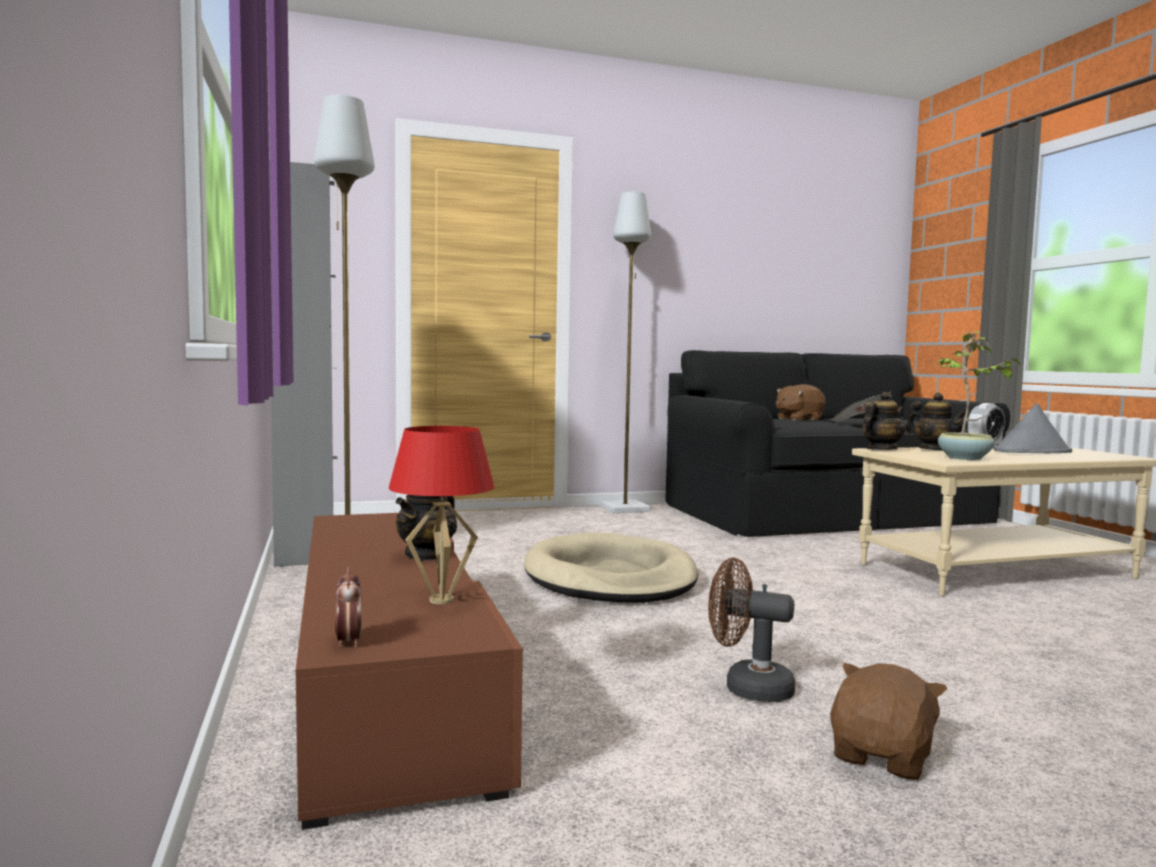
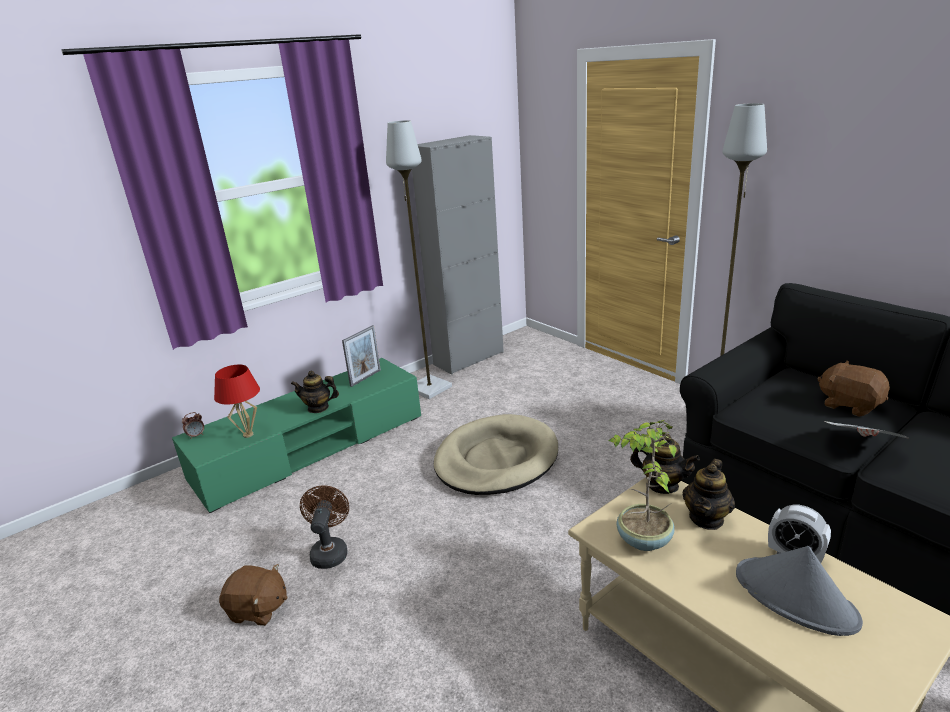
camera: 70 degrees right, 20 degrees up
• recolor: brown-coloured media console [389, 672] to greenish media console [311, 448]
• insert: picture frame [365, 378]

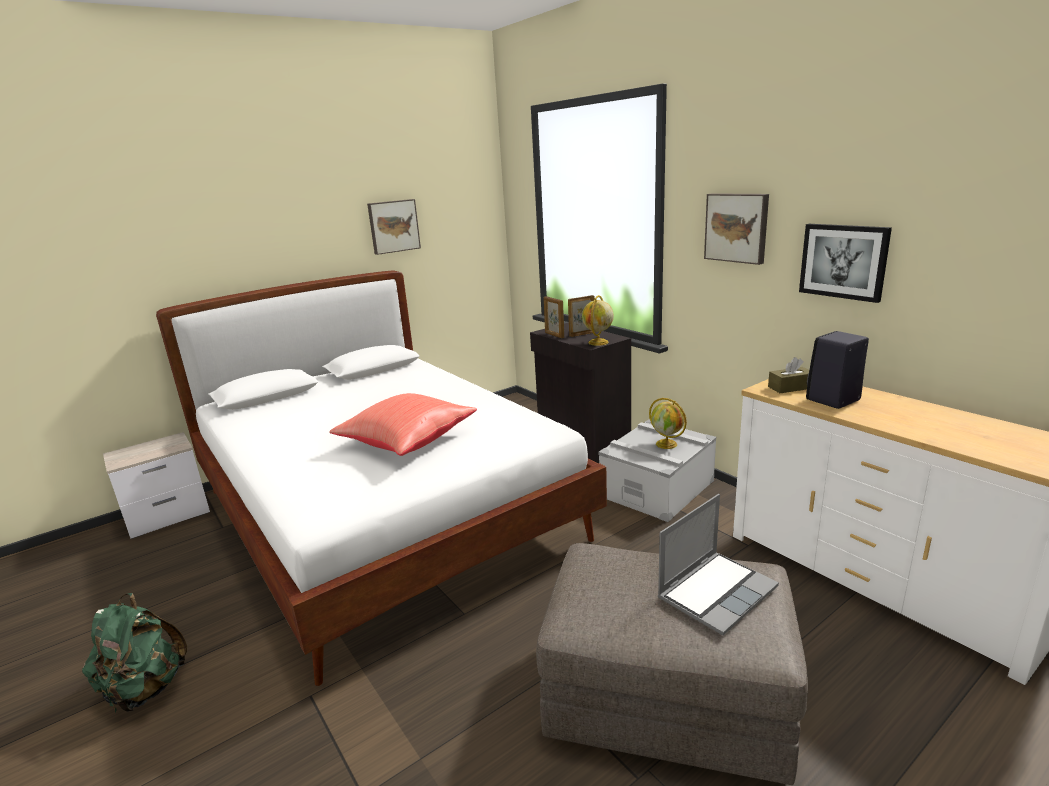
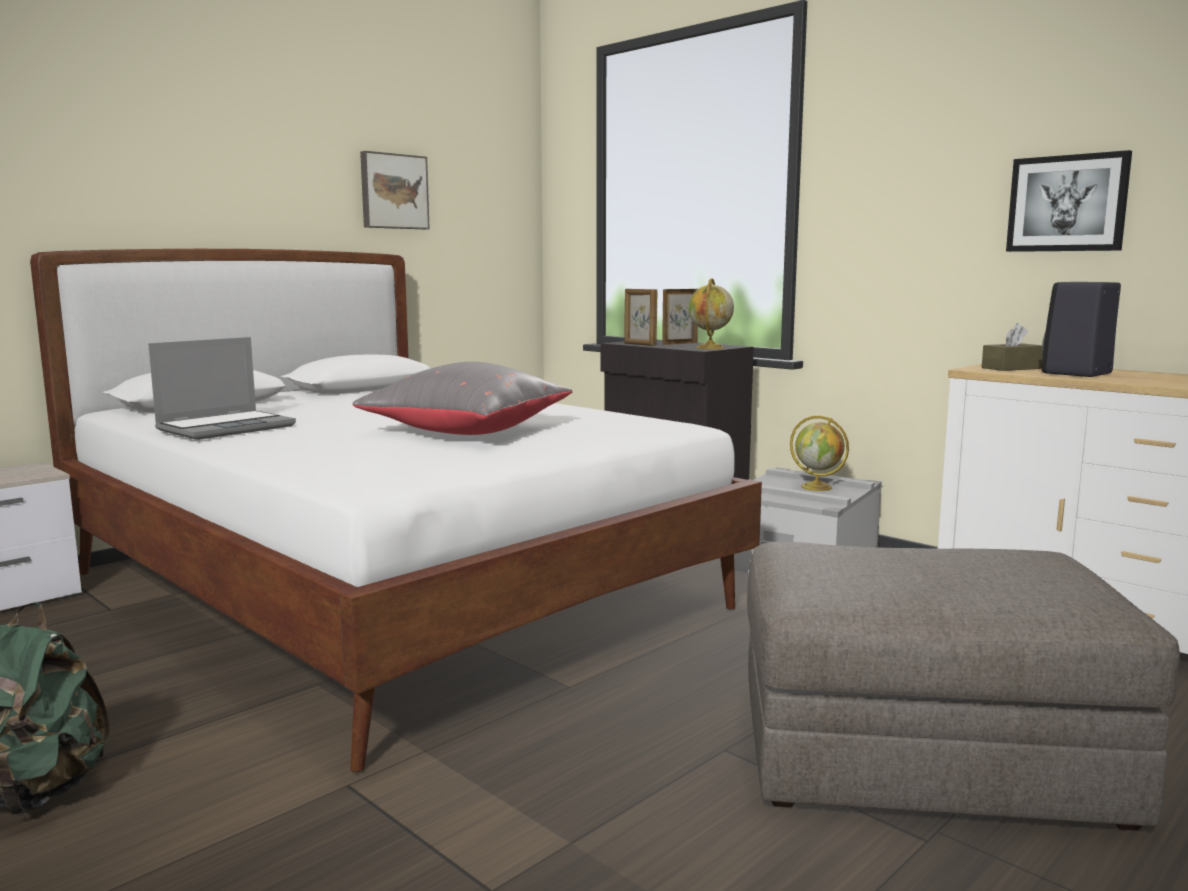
camera: 10 degrees left, 10 degrees down
• move: laptop [716, 592] to [227, 427]
• recolor: red throw pillow [406, 441] to gray throw pillow [466, 432]
• delete: wall picture [737, 227]

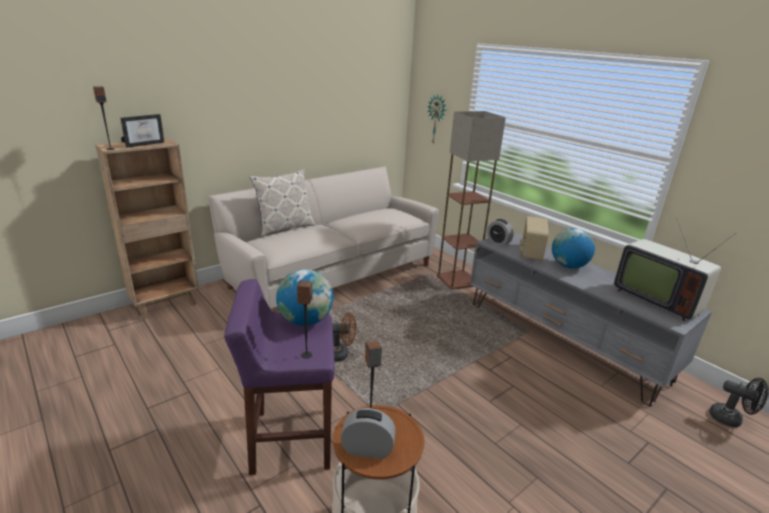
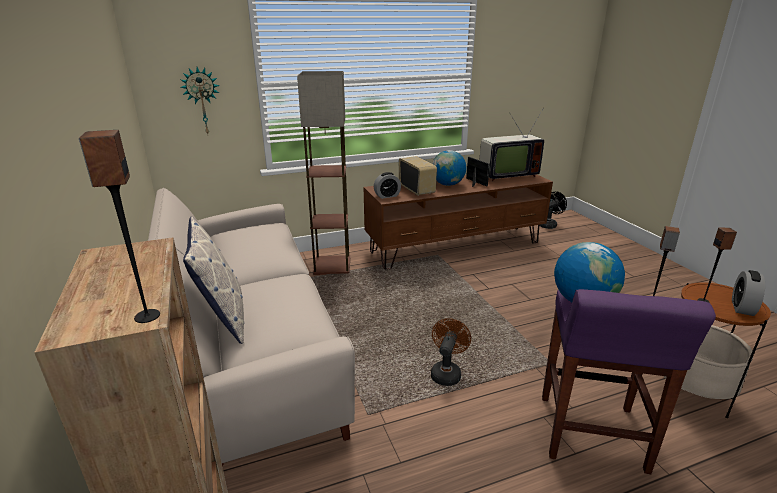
camera: 70 degrees left, 0 degrees up
• recolor: gray media console [563, 340] to brown-coloured media console [456, 246]
• rotate: radio set [530, 253] = [417, 190] 150 degrees counterclockwise
• move: picture frame [144, 144] to [473, 182]

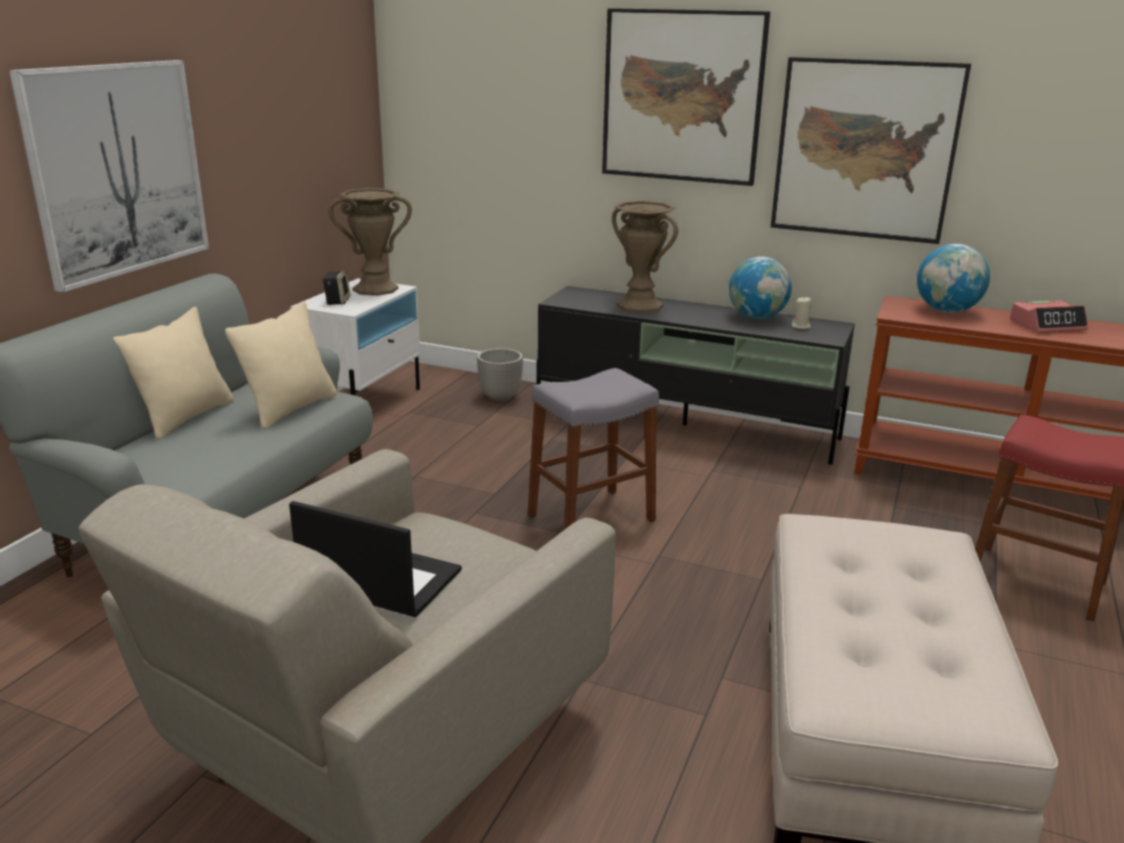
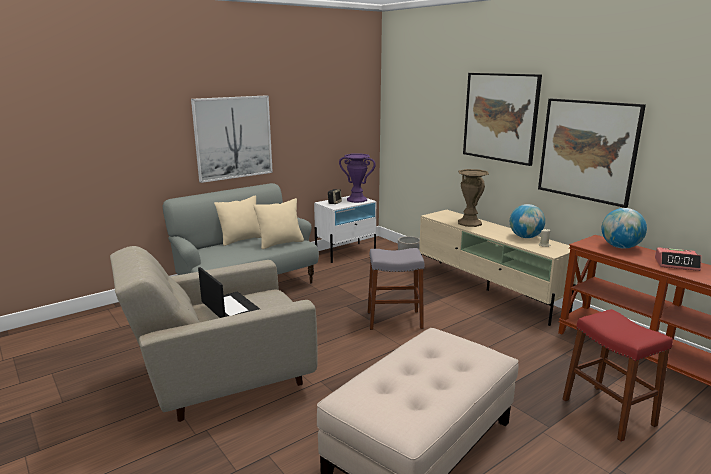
camera: 30 degrees right, 5 degrees down
• recolor: brown-coloured decorative vase [375, 289] to purplish decorative vase [356, 200]
• recolor: blackish media console [686, 425] to beige media console [488, 290]

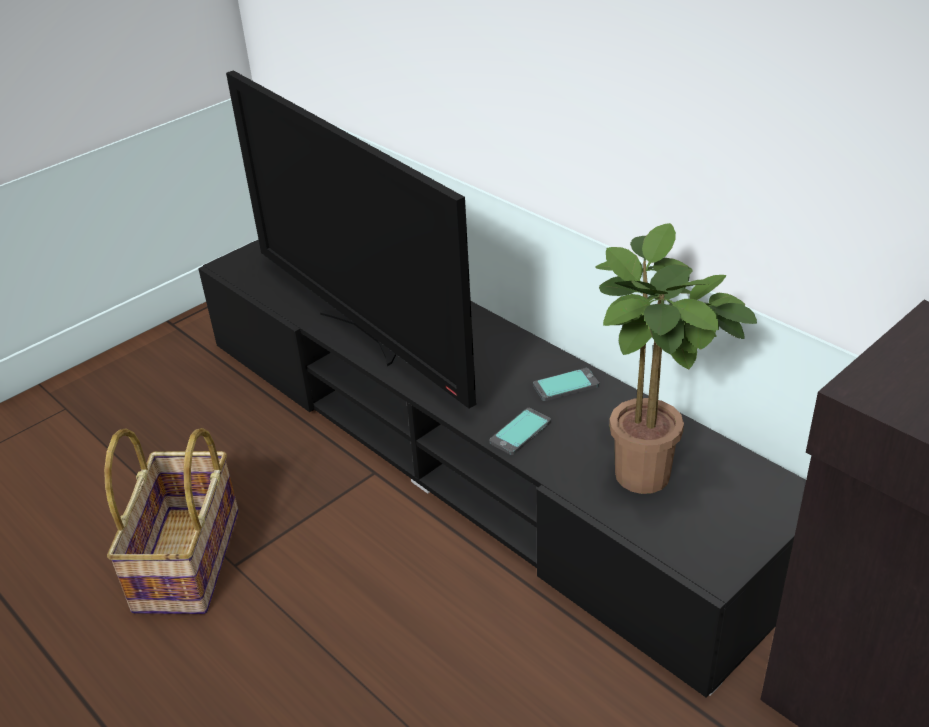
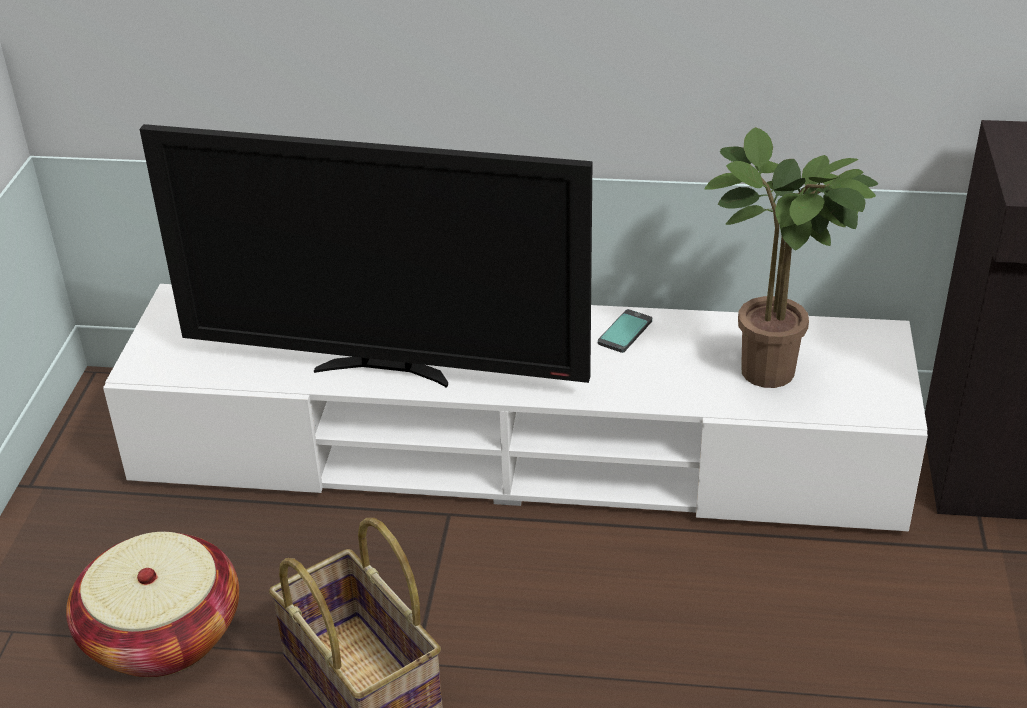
camera: 40 degrees left, 0 degrees up
• insert: basket [163, 634]
• recolor: blackish media console [471, 453] to white media console [518, 453]
• delete: handset [520, 432]

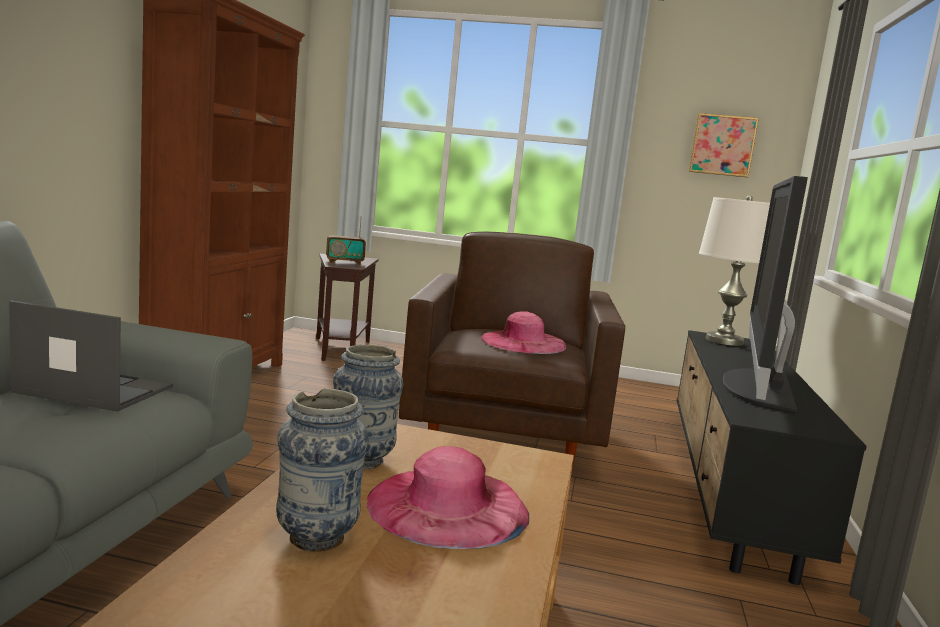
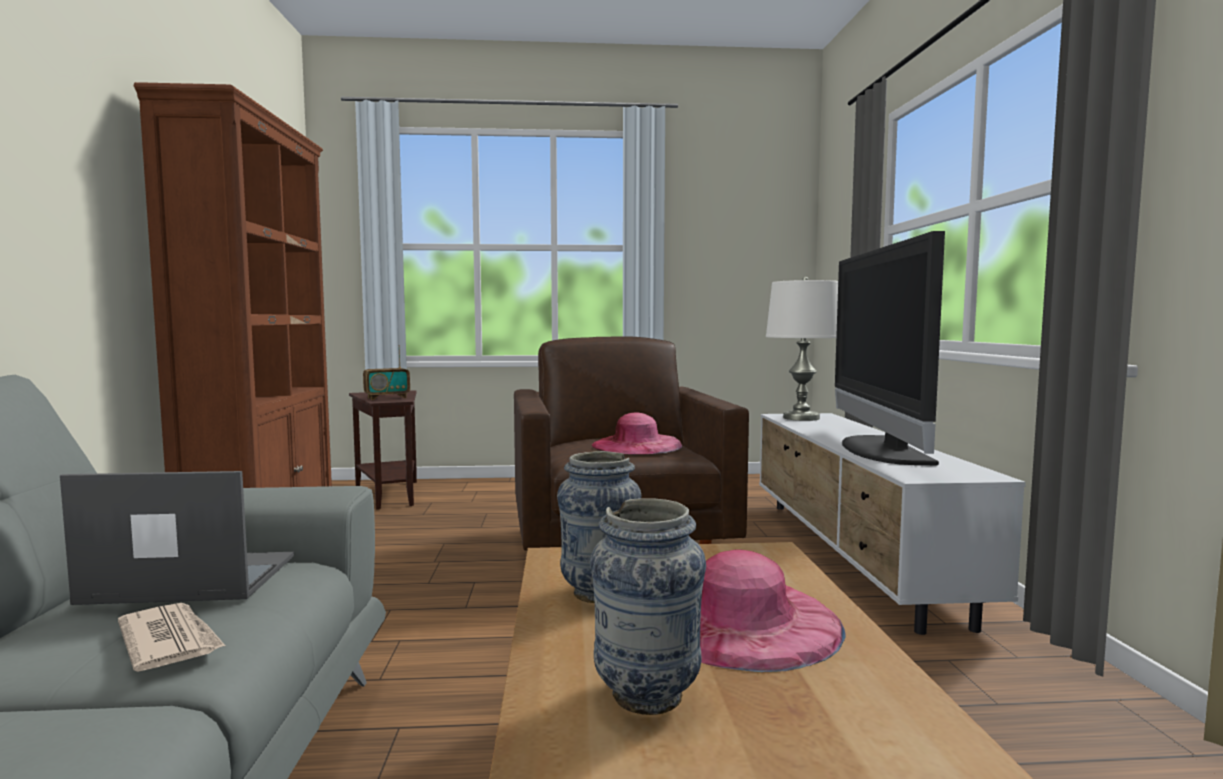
camera: 15 degrees left, 5 degrees down
• insert: daily paper [170, 640]
• recolor: blackish media console [730, 487] to white media console [853, 555]
• delete: wall picture [722, 145]

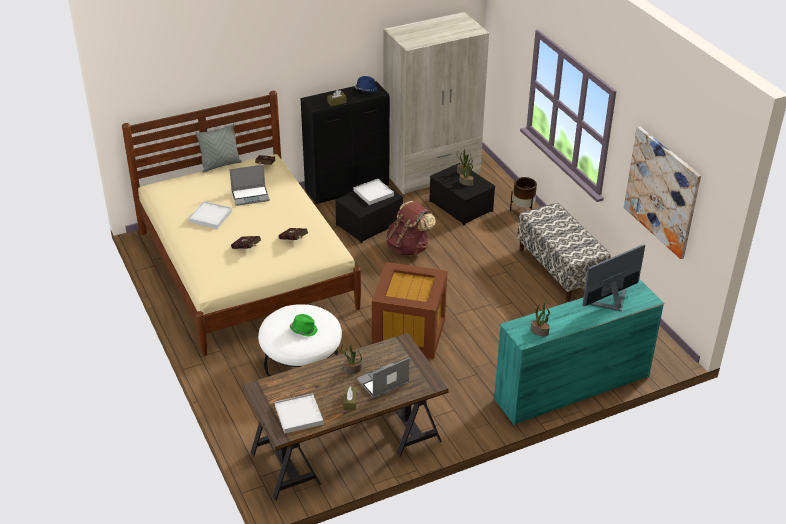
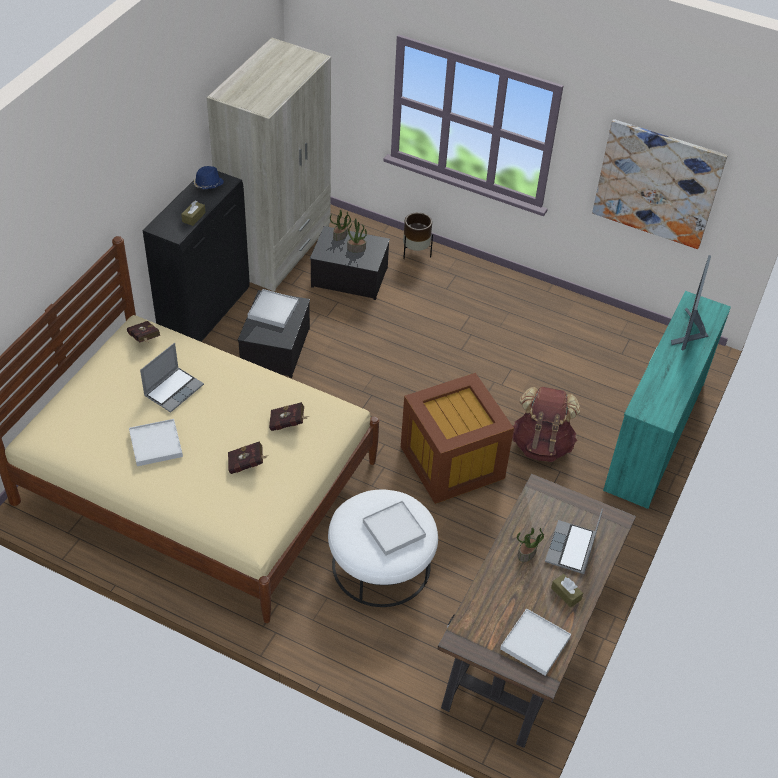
camera: 40 degrees left, 10 degrees up
• replace: greenish hat [303, 330] to white carrying tray [393, 529]
• move: brown-coloured rucksack [409, 248] to [541, 444]
• delete: gray throw pillow [220, 165]
• delete: long seat [560, 269]
• delete: houseplant [540, 331]

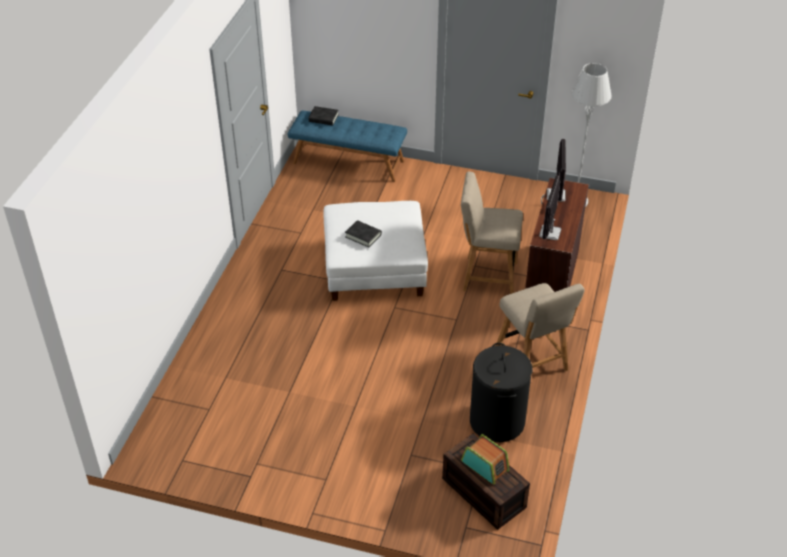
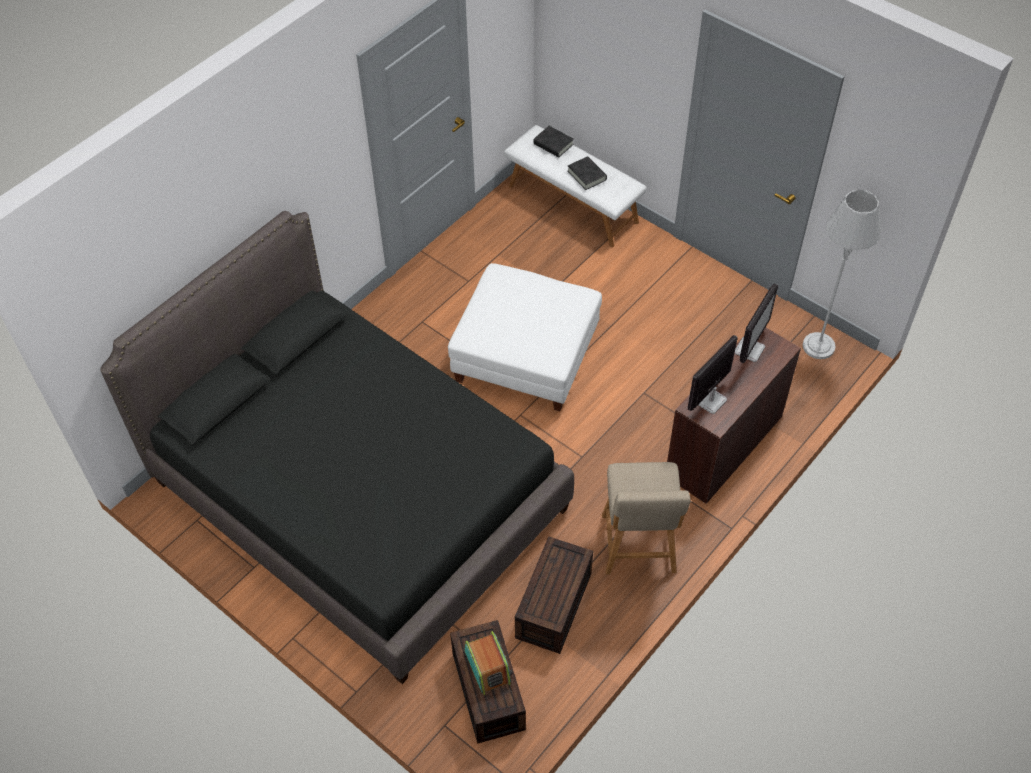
camera: 25 degrees right, 10 degrees up
• insert: blackish bed [359, 494]
• recolor: blue-coloured long seat [348, 161] to white long seat [573, 203]
• replace: blackish washing basket [497, 421] to brown-coloured storage box [554, 607]
• move: blackish book [363, 236] to [587, 175]
• delete: beige chair [486, 275]

